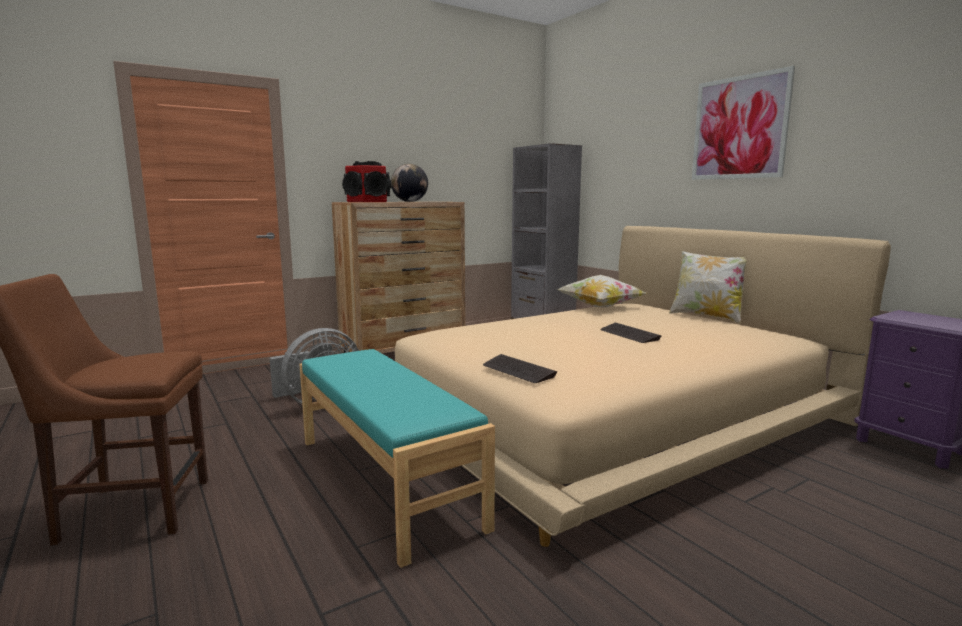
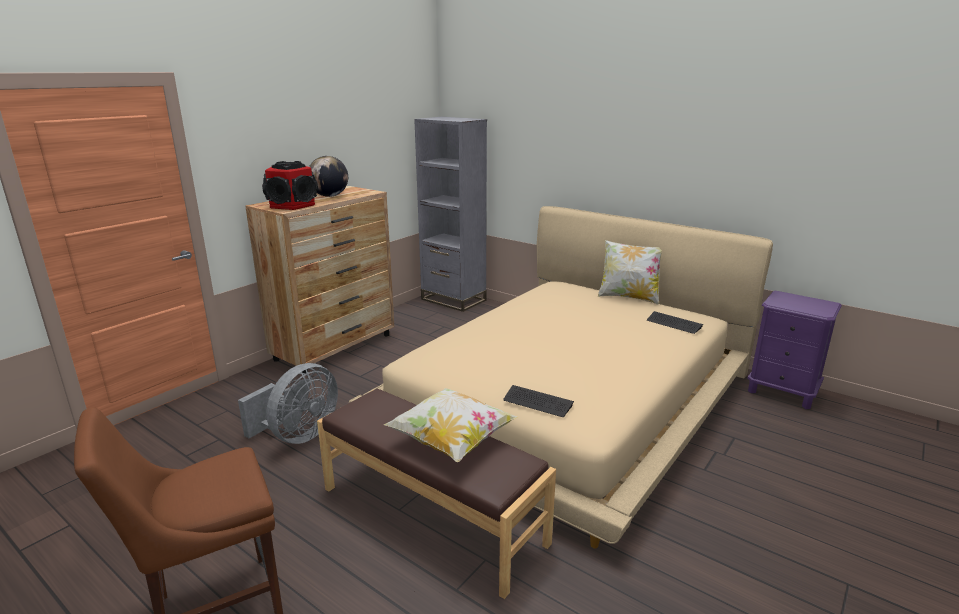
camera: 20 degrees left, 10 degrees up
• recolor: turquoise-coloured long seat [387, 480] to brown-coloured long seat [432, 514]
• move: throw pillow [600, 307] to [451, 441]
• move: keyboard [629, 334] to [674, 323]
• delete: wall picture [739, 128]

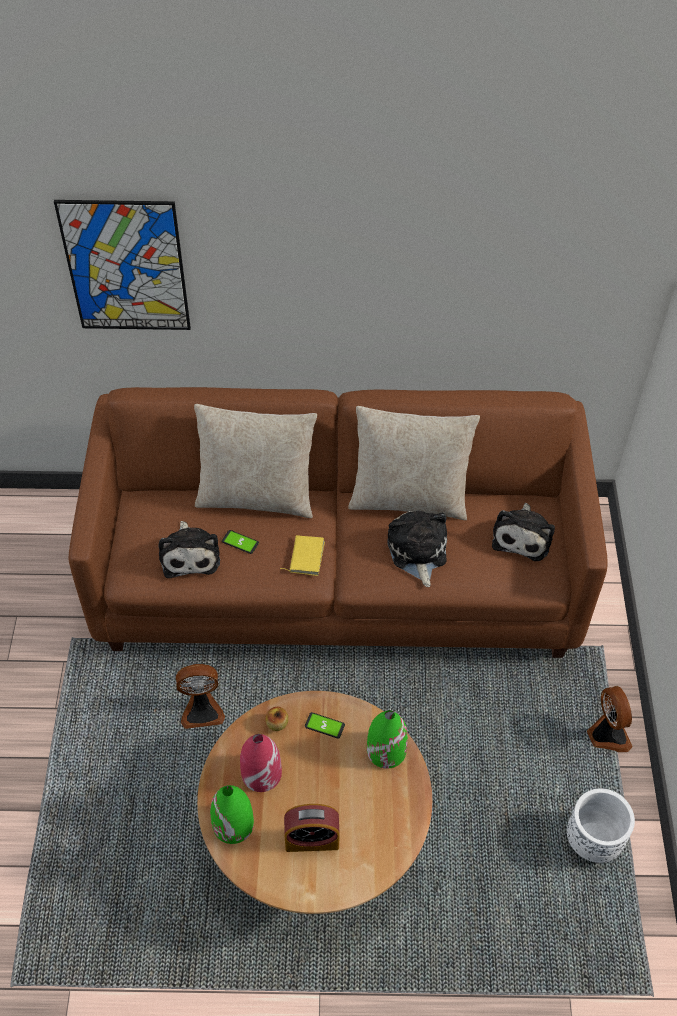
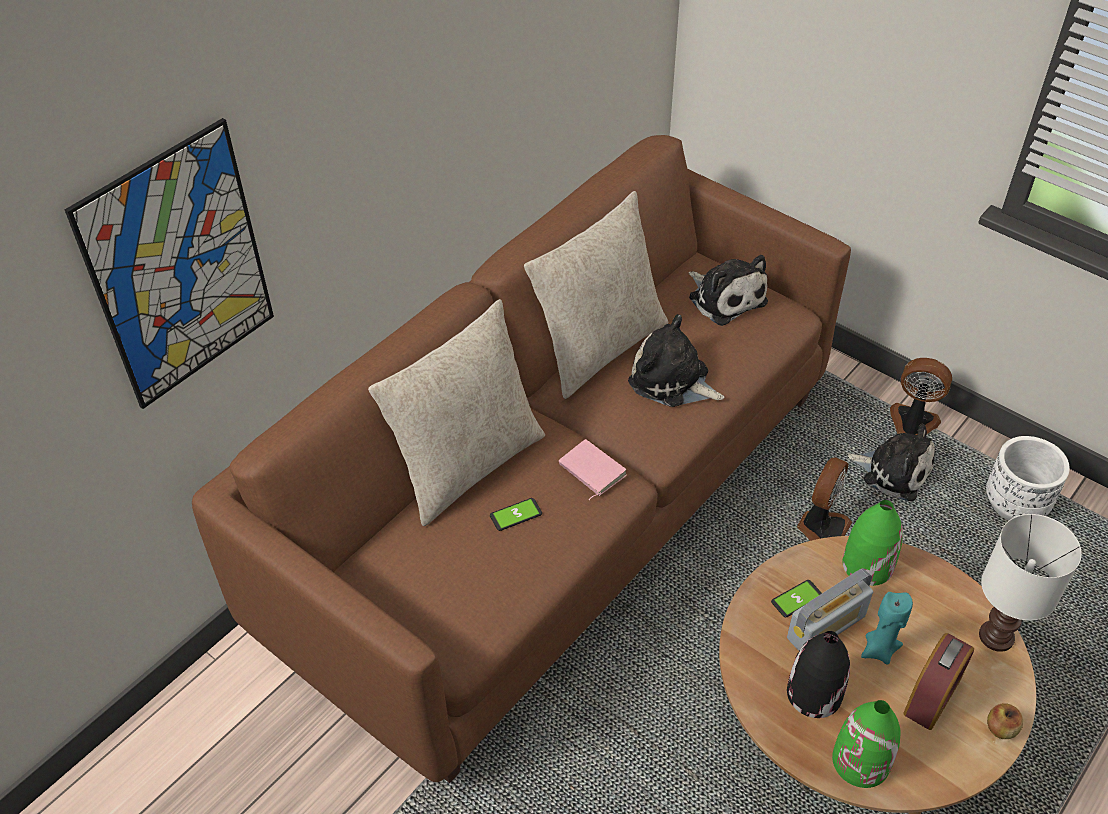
camera: 50 degrees left, 5 degrees down
• recolor: yellowish book [305, 556] to pink book [590, 471]
• insert: radio set [826, 627]
• recolor: red decorative vase [261, 773] to blackish decorative vase [813, 693]
• move: cooling fan [202, 710] to [822, 529]
• move: soft toy [190, 554] to [893, 470]
• insert: turquoise-coloured wax light [879, 650]
• insert: white tabletop lamp [997, 637]
• move: apple [277, 724] to [1000, 729]

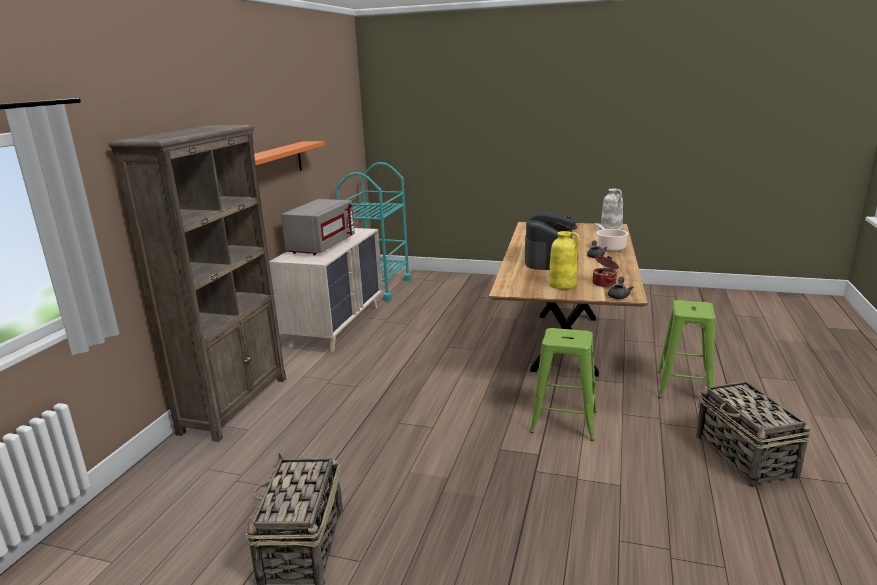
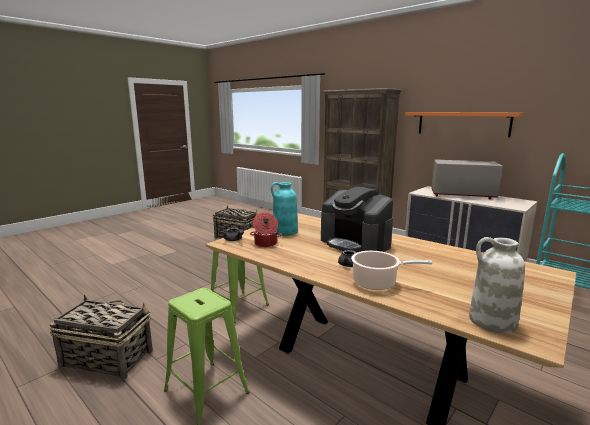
camera: 115 degrees right, 5 degrees down
• recolor: yellowish decorative vase [563, 285] to turquoise-coloured decorative vase [285, 232]
• rotate: gray microwave [321, 246] = [462, 195] 150 degrees clockwise

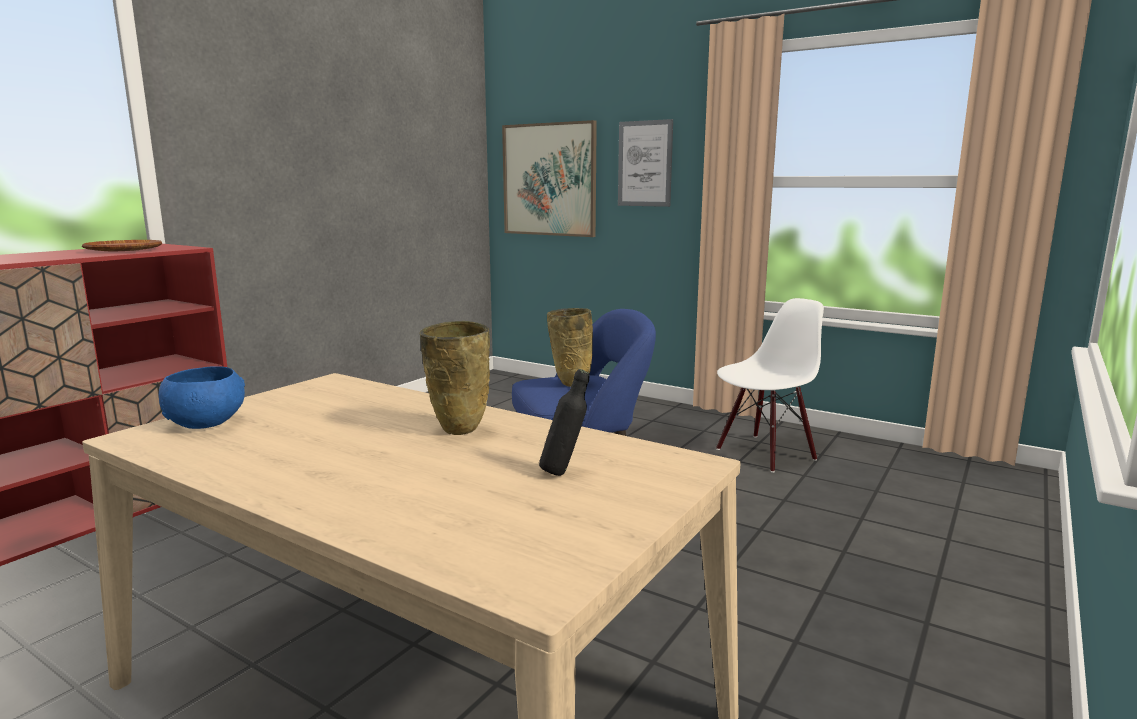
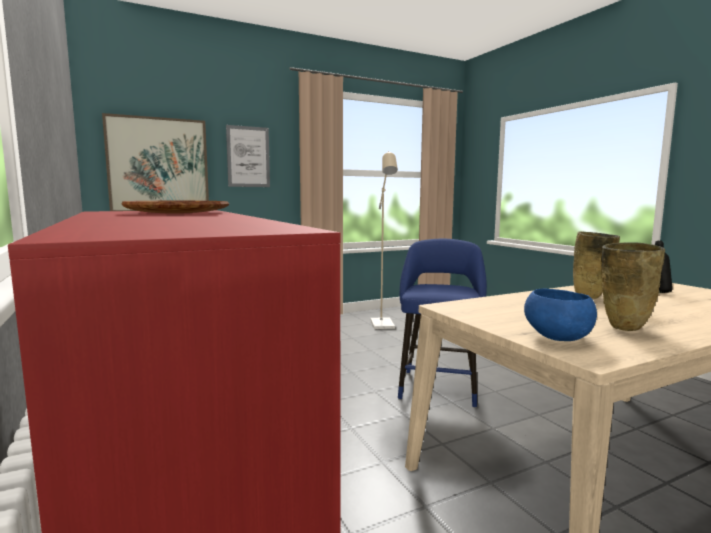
camera: 60 degrees left, 5 degrees down
• replace: white chair [765, 453] to beige standard lamp [383, 326]
• move: beige decorative vase [570, 384] to [623, 328]

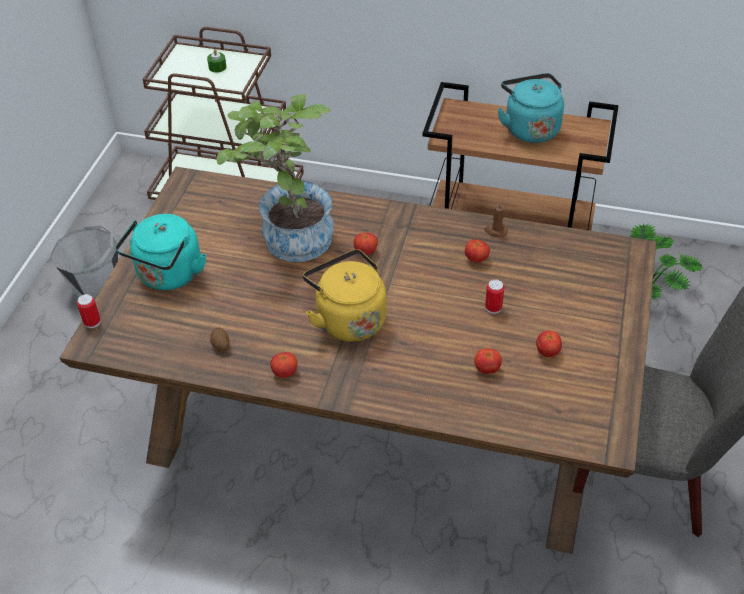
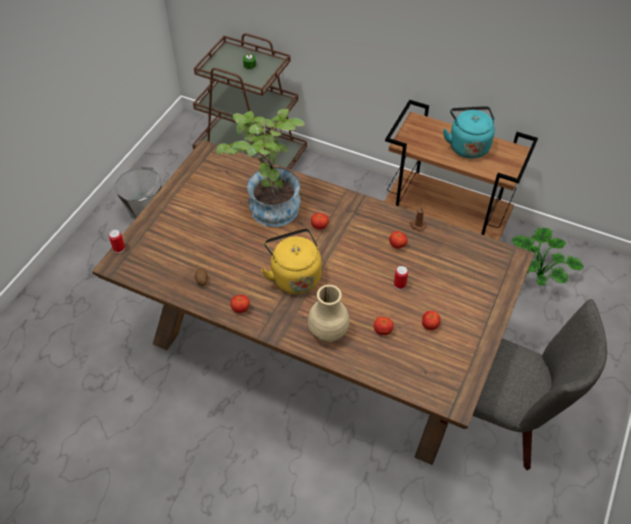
camera: 10 degrees right, 5 degrees up
• insert: beige decorative vase [328, 332]
• delete: turquoise-coloured tea kettle [168, 276]

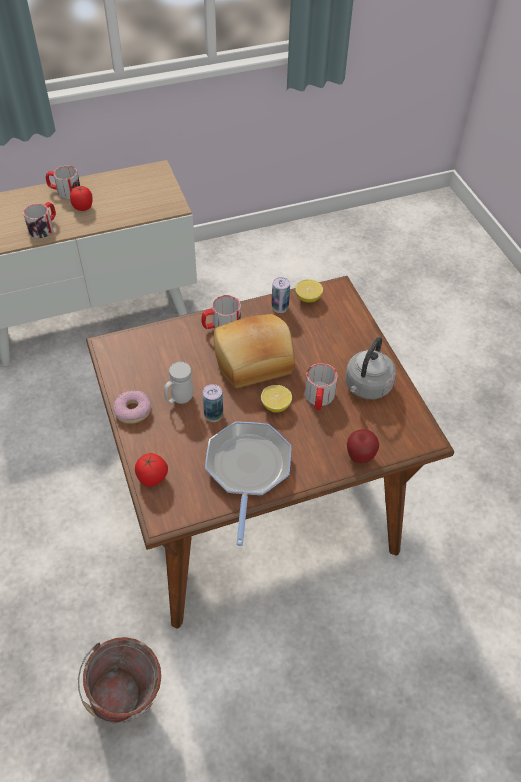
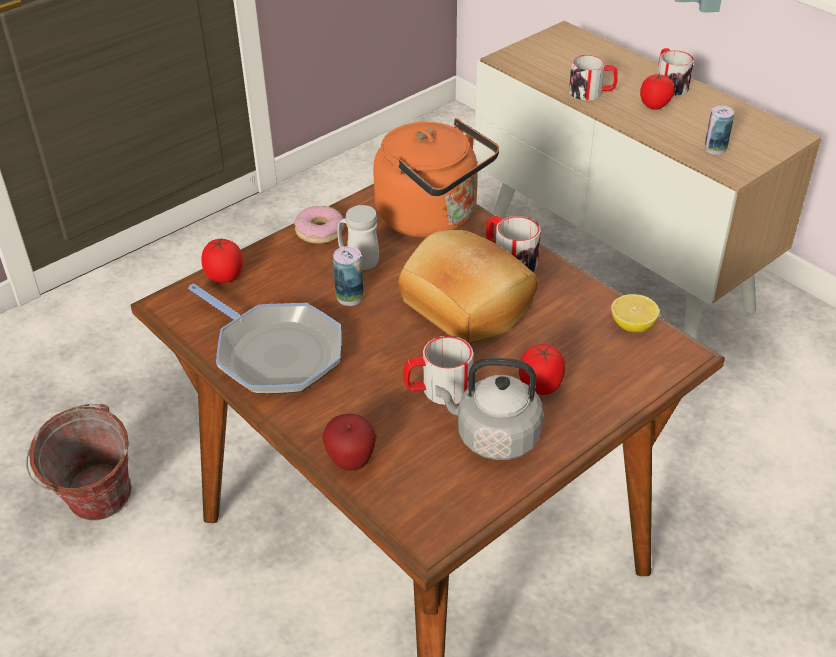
camera: 70 degrees right, 10 degrees down
• rotate: frying pan [247, 469] = [274, 353] 60 degrees clockwise
• insert: orangey tea kettle [433, 218]
• insert: fresh tomato [541, 386]
• move: can [280, 307] to [715, 149]
• delete: lemon [275, 405]

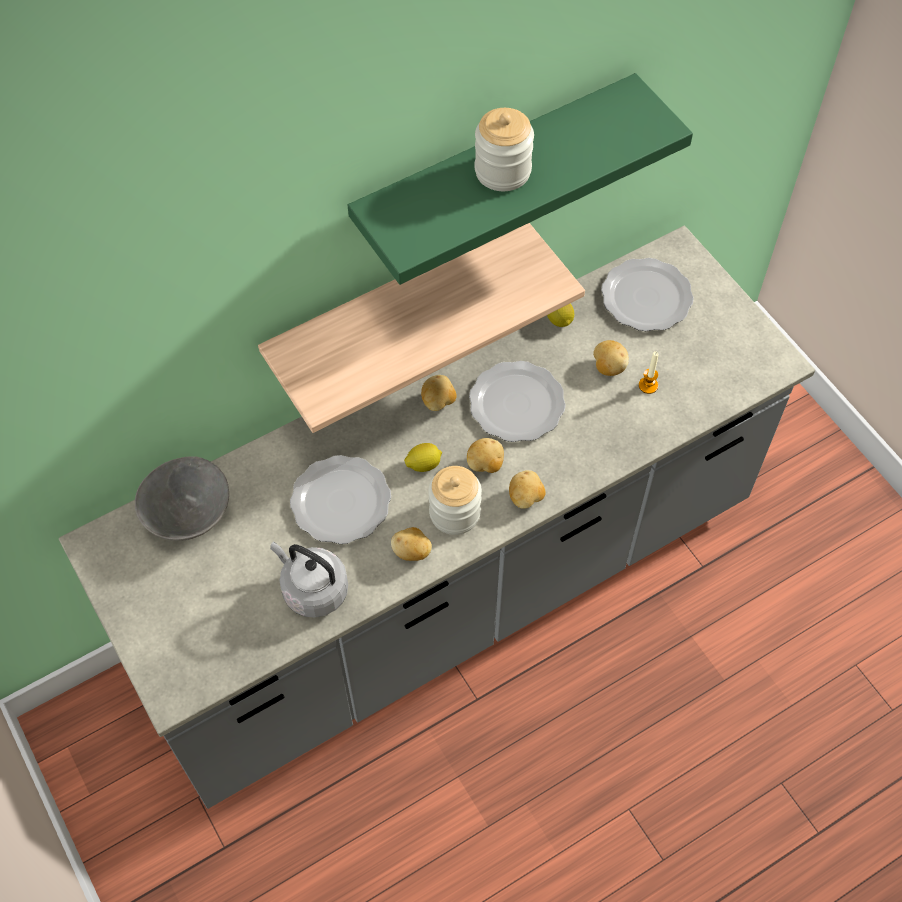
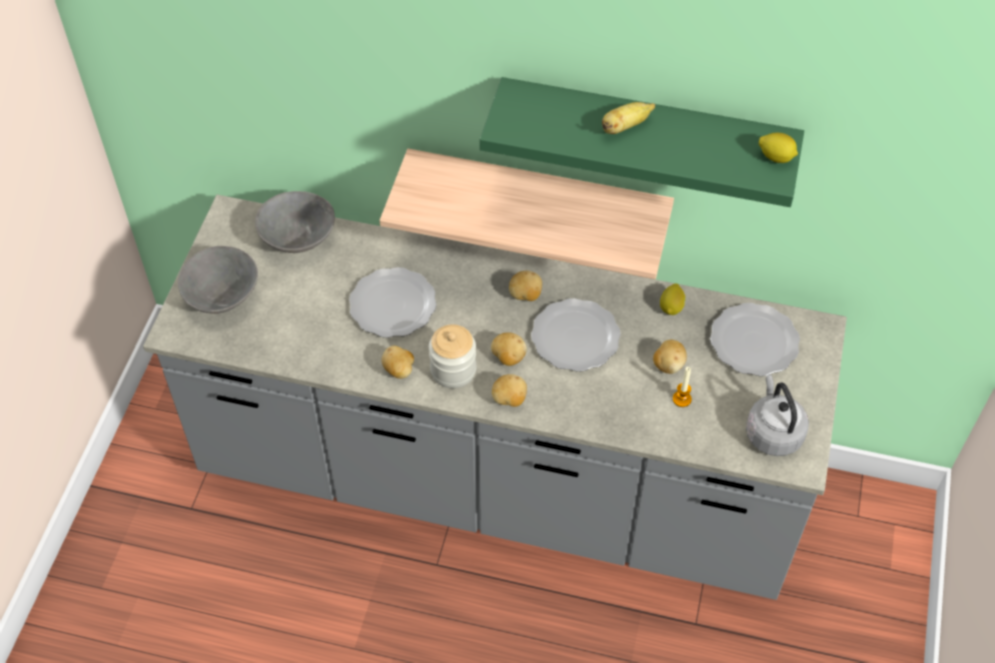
camera: 45 degrees right, 5 degrees down
• insert: gray deep dish [222, 298]
• replace: jar [502, 171] to banana [625, 126]
• move: gray tea kettle [312, 589] to [772, 432]
• move: lemon [423, 464] to [776, 157]

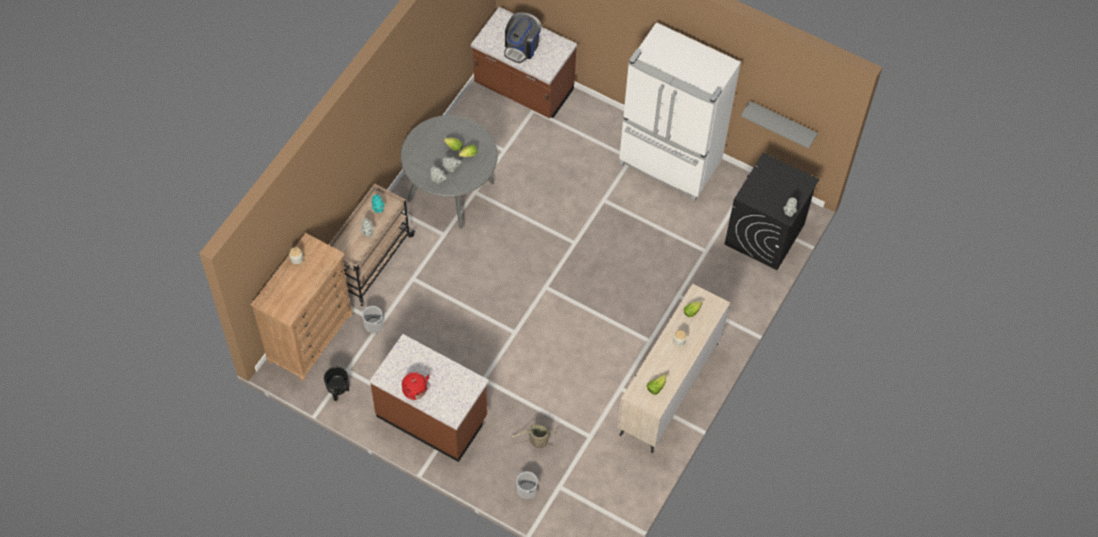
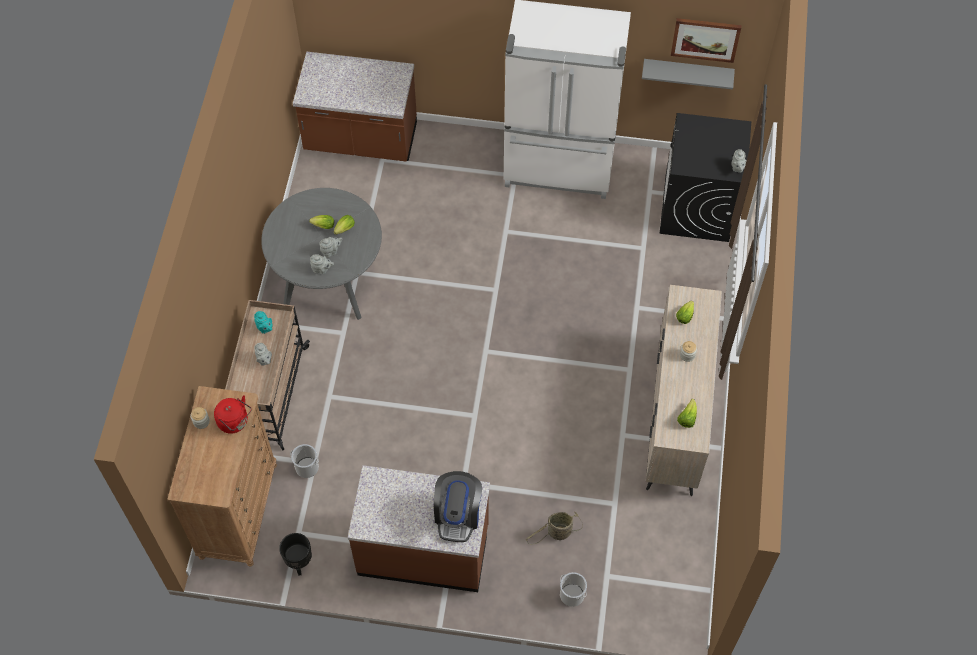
camera: 20 degrees left, 0 degrees up
• move: red tea kettle [416, 391] to [235, 422]
• move: coffee brewer [522, 47] to [458, 515]
• insert: wall picture [705, 39]

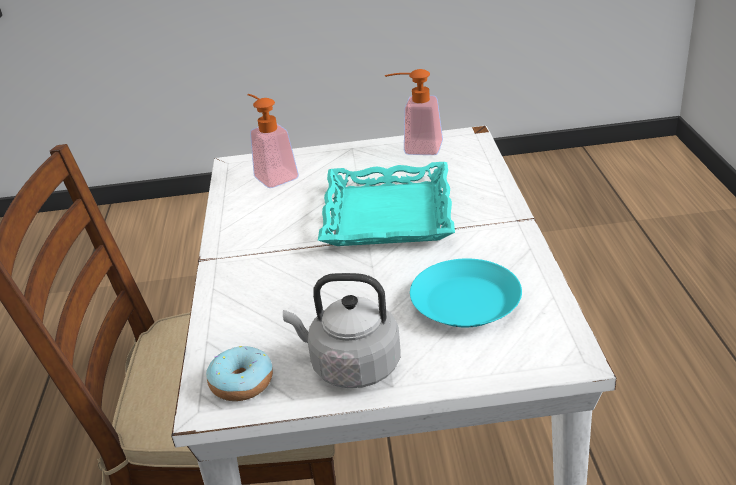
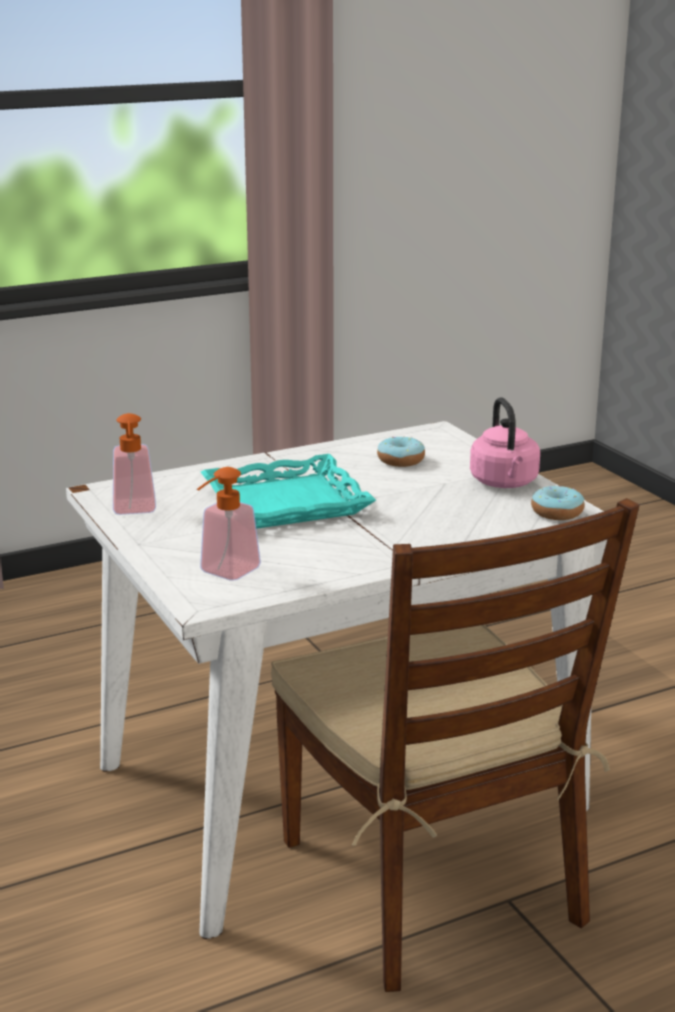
camera: 115 degrees left, 10 degrees down
• replace: turquoise-coloured dinner plate [466, 301] to doughnut [401, 460]
• recolor: gray tea kettle [351, 366] to pink tea kettle [505, 483]

